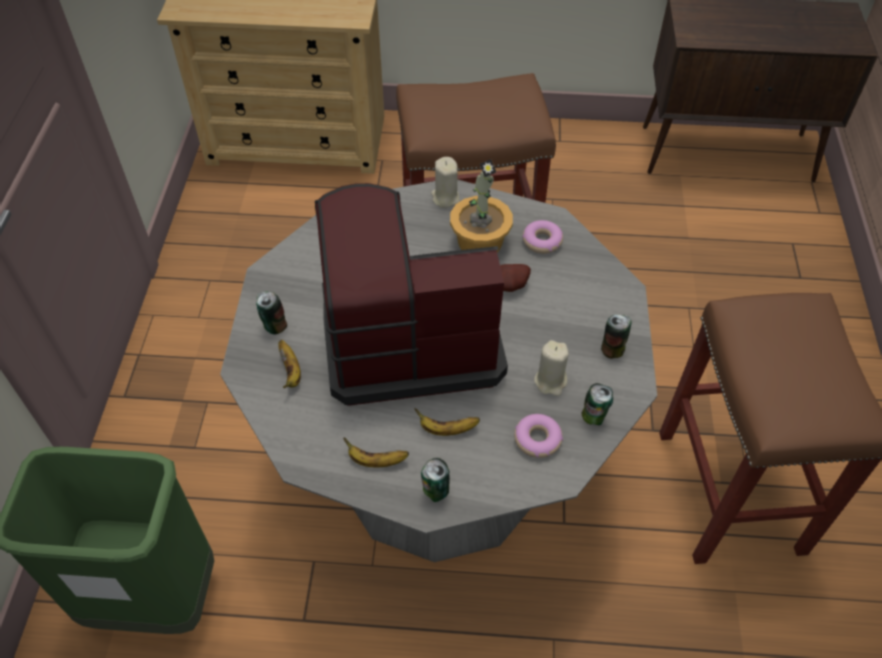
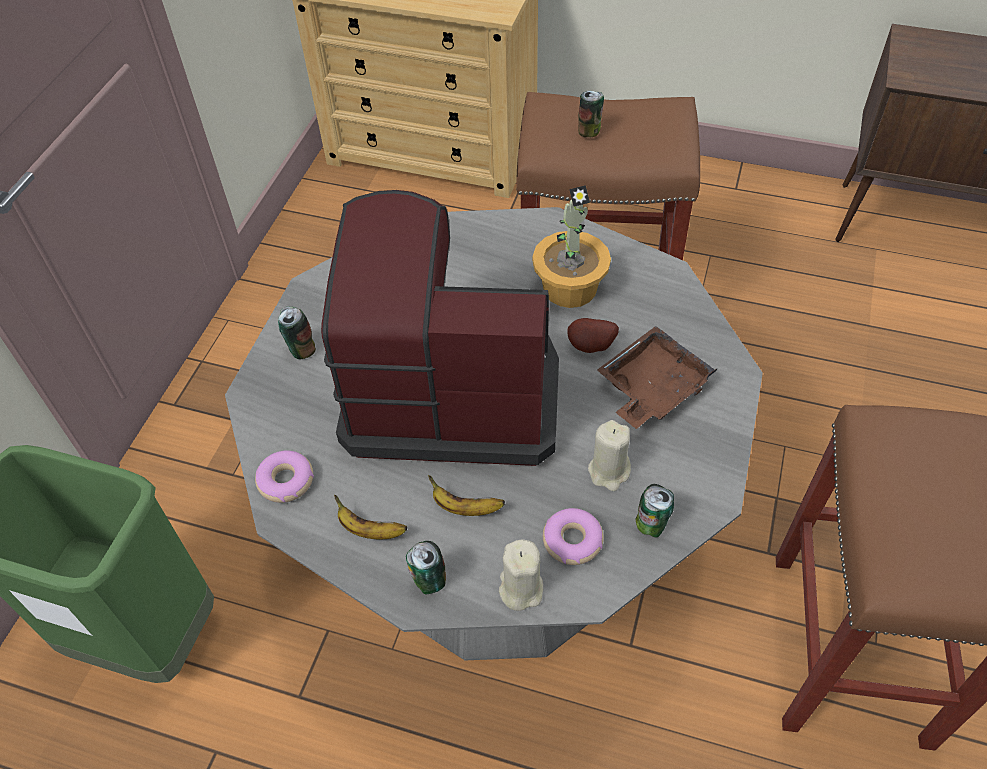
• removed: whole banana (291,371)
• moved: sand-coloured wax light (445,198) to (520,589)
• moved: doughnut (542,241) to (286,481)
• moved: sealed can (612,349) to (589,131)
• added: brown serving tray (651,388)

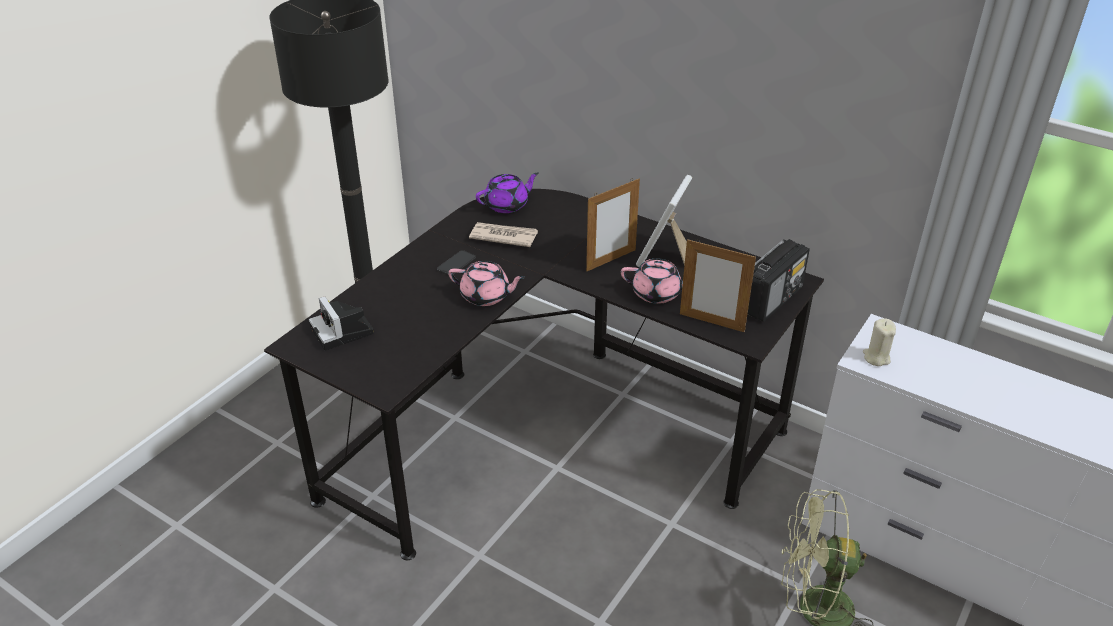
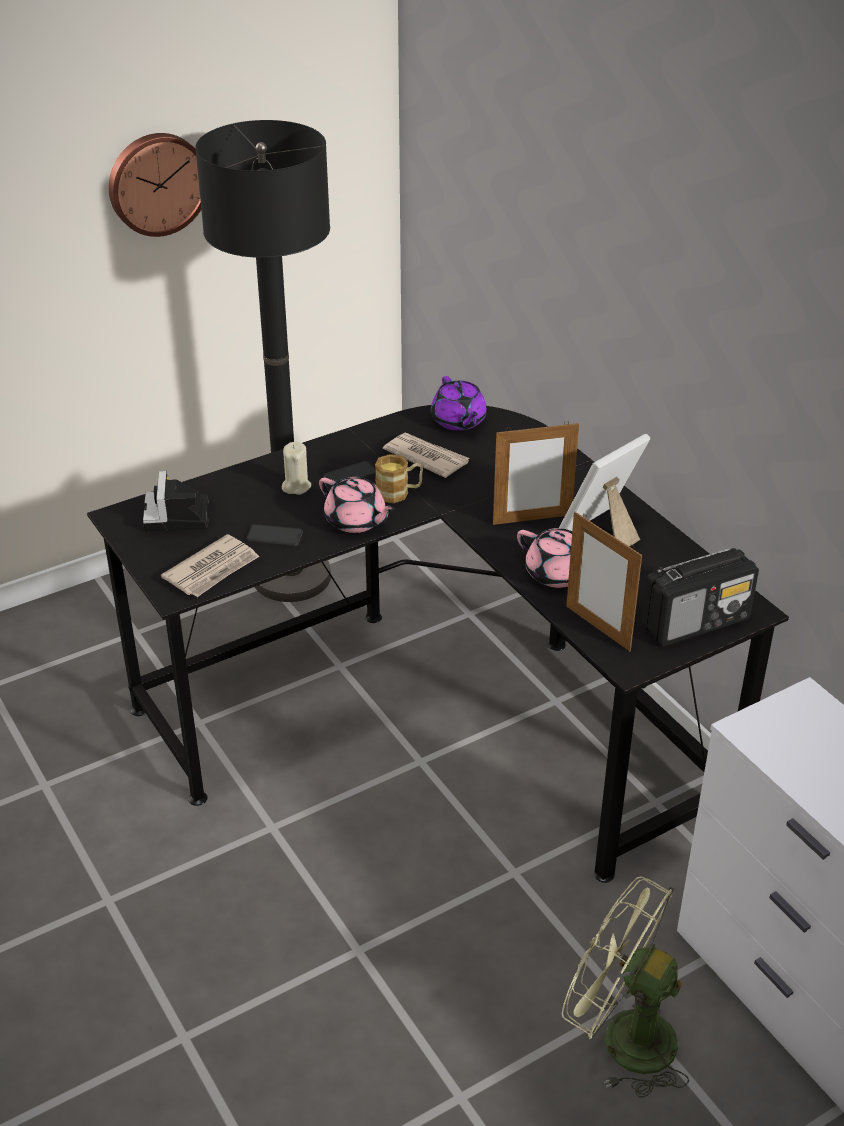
• turned: purple-coloured tea pot (507,205) = (458,421) 75 degrees clockwise
• moved: sand-coloured wax light (876,357) to (296,486)
• added: hanging clock (156,183)
• added: newspaper (212,570)
• added: telephone (274,536)
• added: tea mug (399,493)

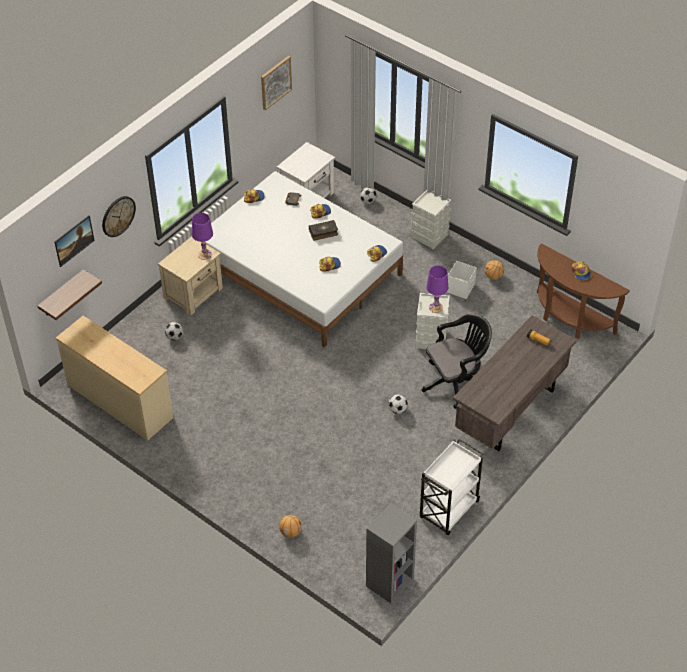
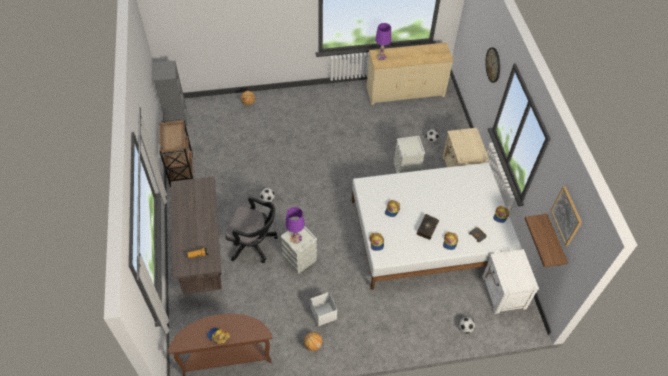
• moved: bracket shelf (62,294) to (554,242)
• removed: picture (75,247)
• moved: purple-coloured lamp for a table (205,254) to (381,56)
• moved: grey storage box (430,236) to (406,170)
• recoloured: white-coloured wheeled cart (448,510) to brown wheeled cart (181,170)
• turned: black computer chair (456,381) = (254,244) 90 degrees counterclockwise

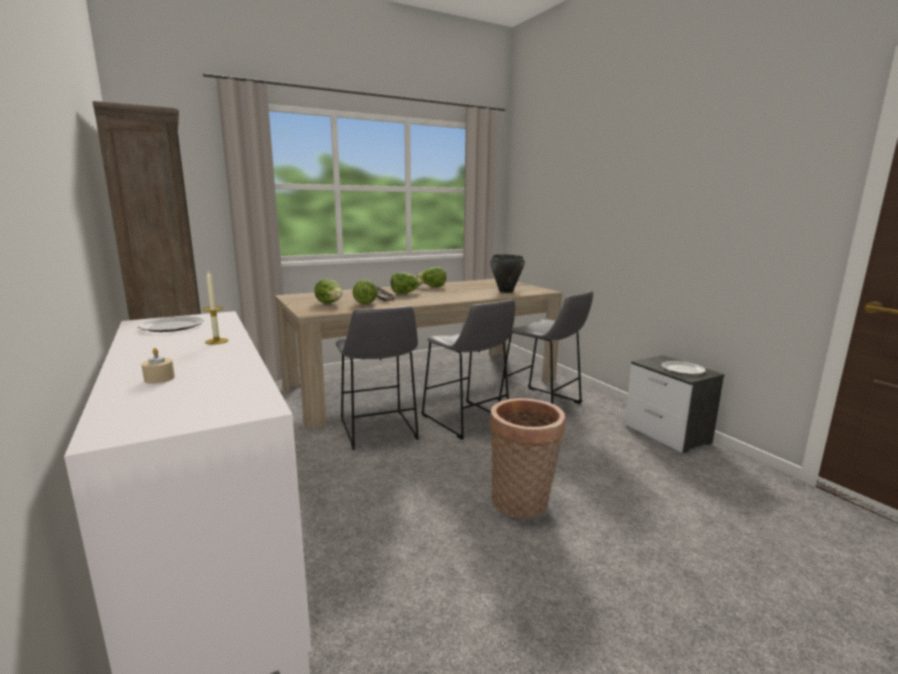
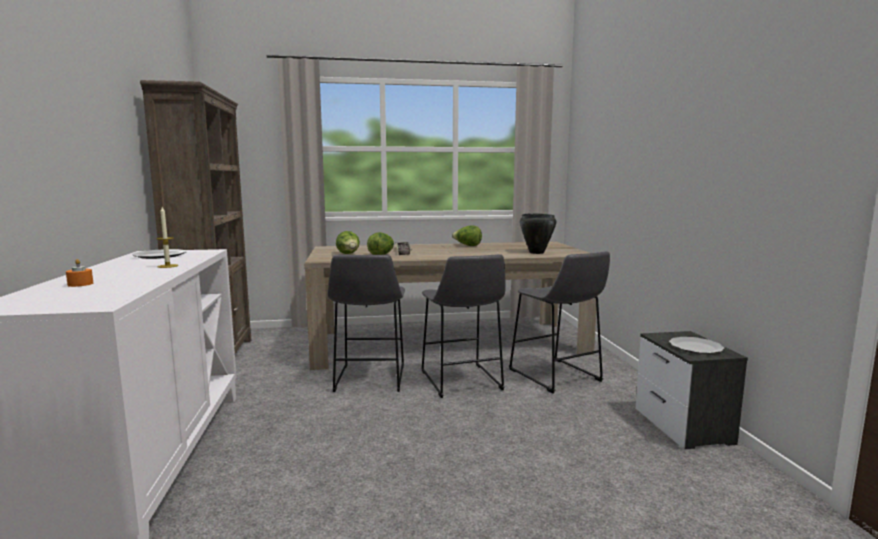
• recoloured: sand-coloured wax light (159,378) to orangey wax light (80,284)
• removed: lettuce head (405,293)
• removed: storage basket (522,504)

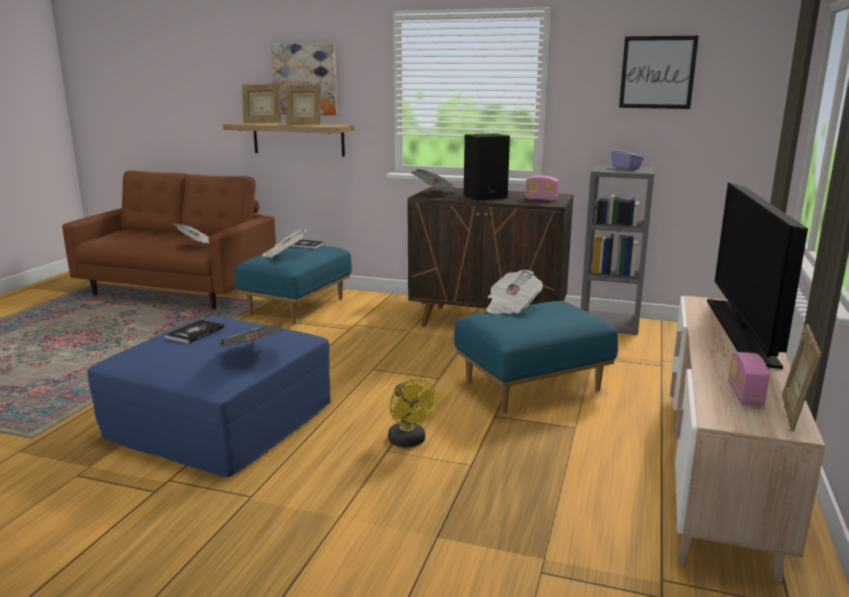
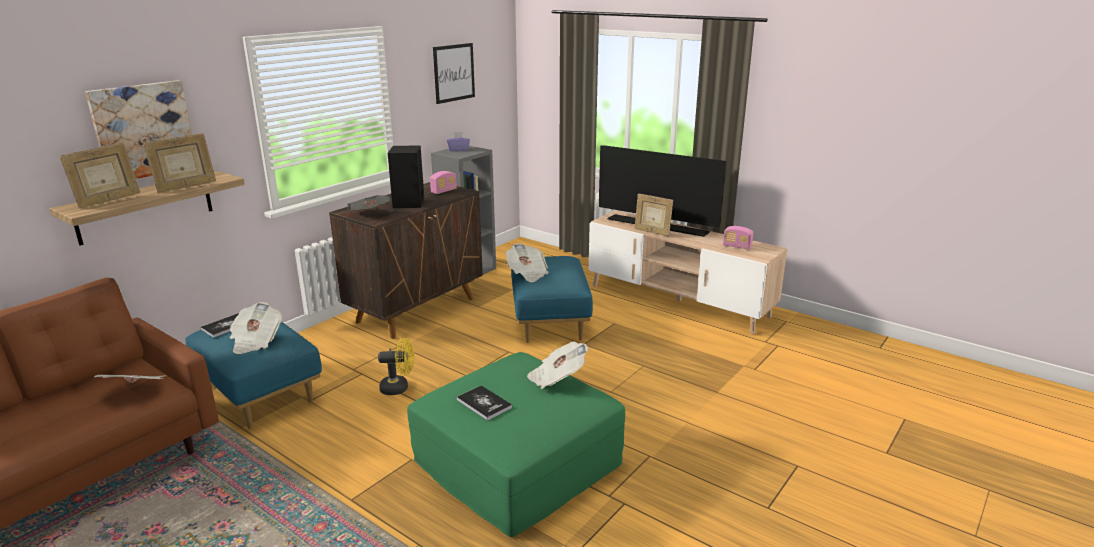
• recoloured: blue-coloured pouffe (221,420) to green pouffe (516,463)
• moved: yellow-coloured electric fan (409,442) to (399,388)
• moved: standing frame (792,414) to (652,232)

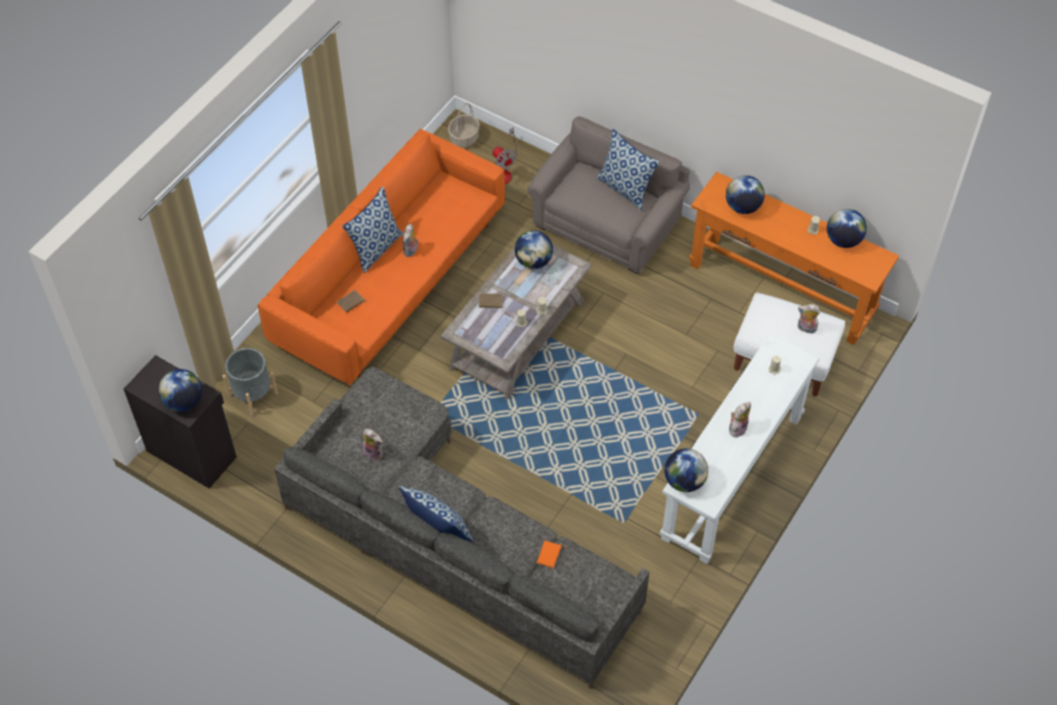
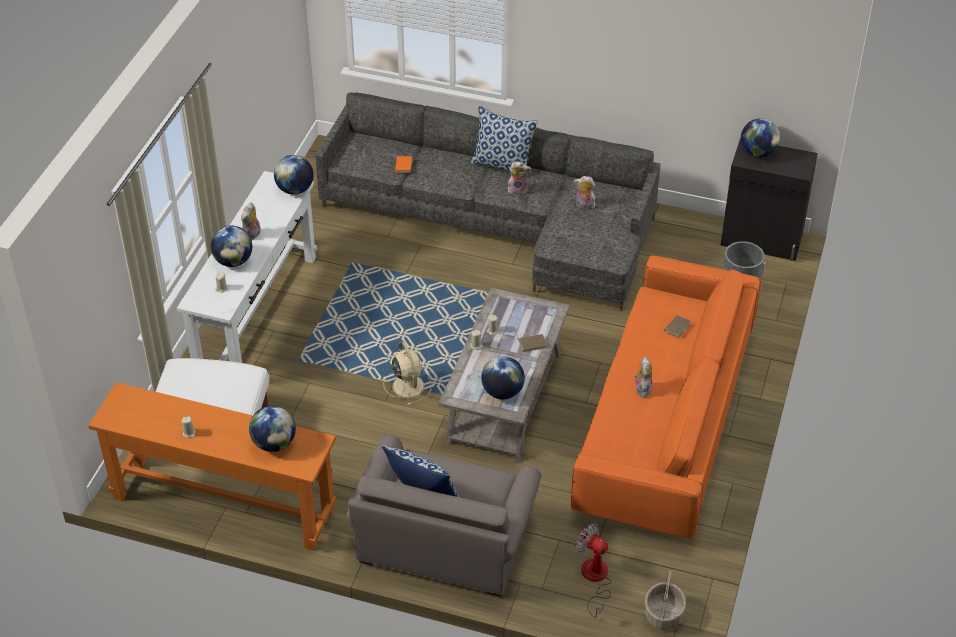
• removed: throw pillow (376,248)
• moved: plush toy (806,329) to (518,190)
• moved: world globe (843,240) to (233,261)
• added: sand-coloured electric fan (407,385)

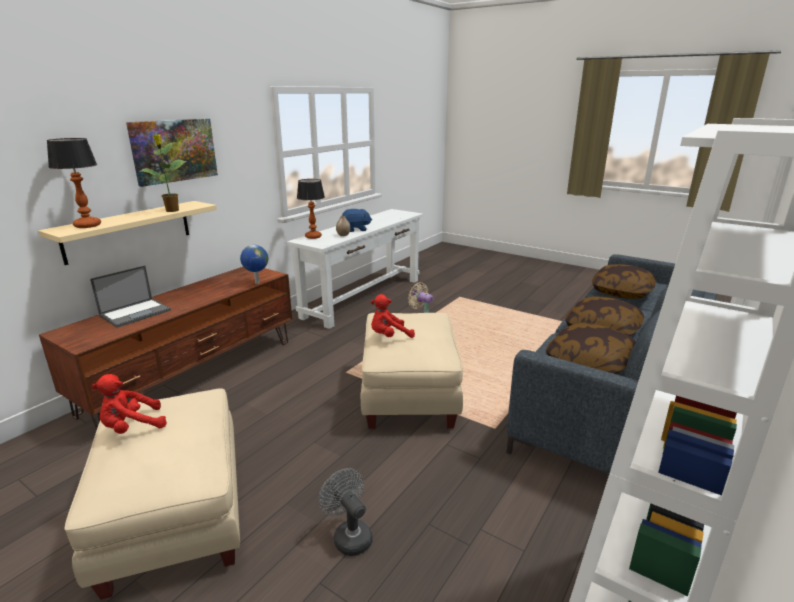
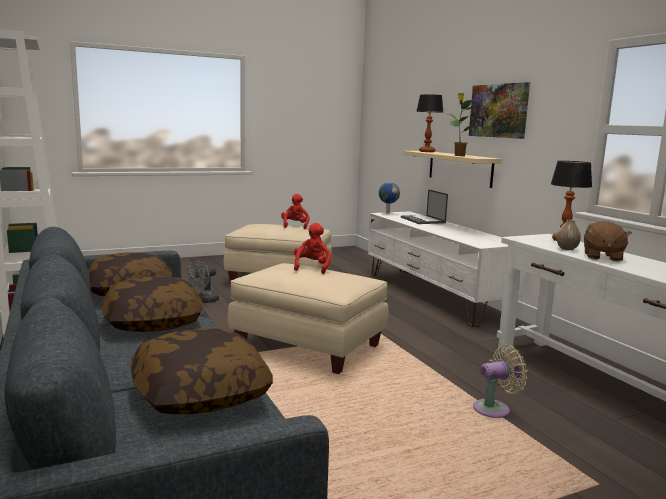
• recoloured: brown media console (195,374) to white-coloured media console (434,295)
• moved: world globe (256,283) to (387,213)
• turned: grey electric fan (349,536) = (204,301) 135 degrees clockwise
• recoloured: blue-coloured plush toy (356,229) to brown plush toy (602,257)

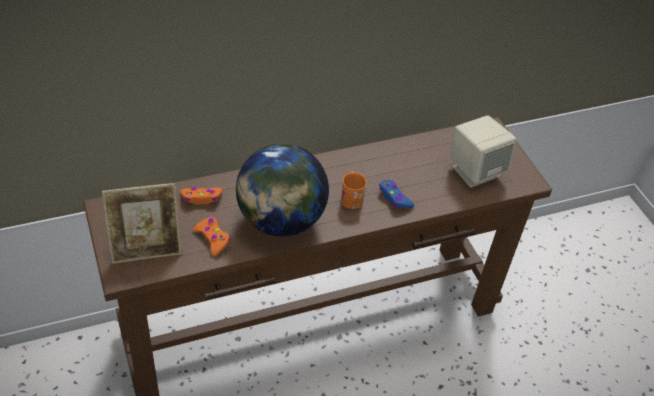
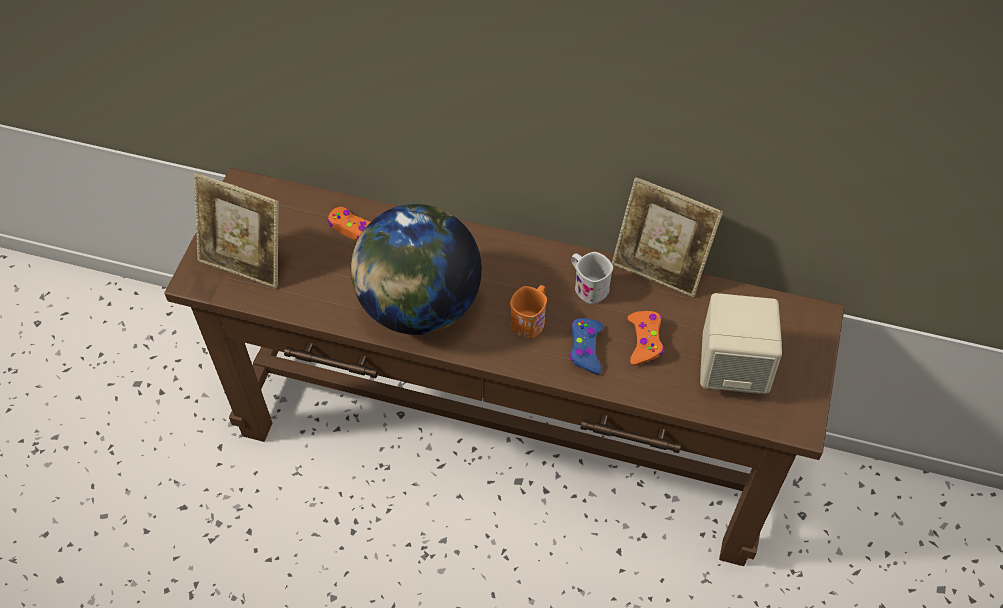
• moved: orangey gamepad (212,239) to (644,341)
• added: white-coloured tea mug (587,286)
• added: standing frame (659,268)

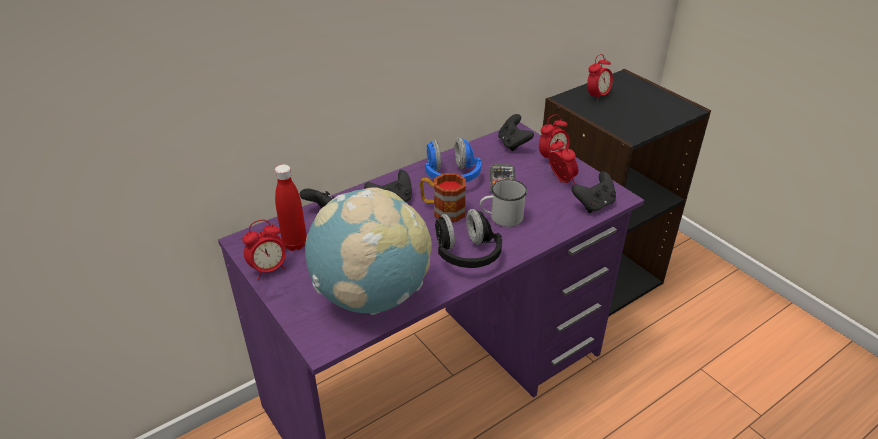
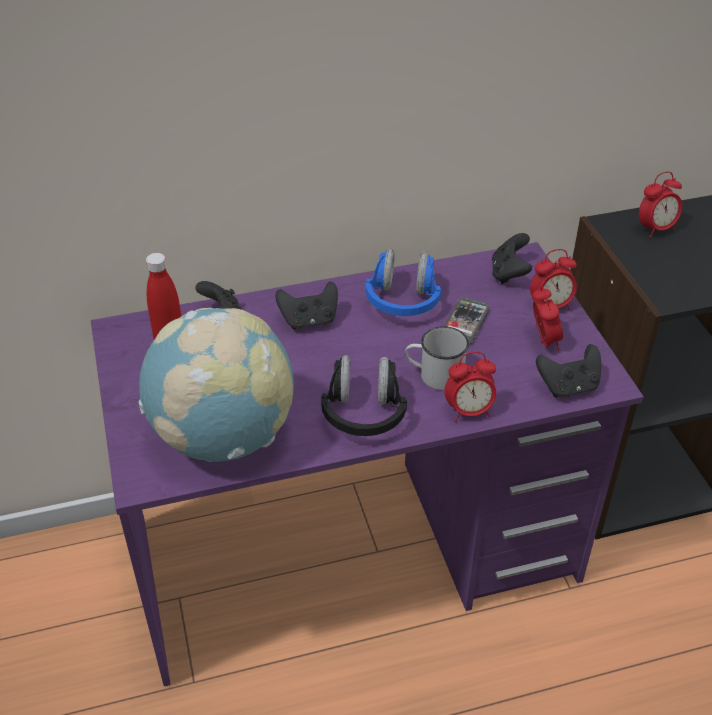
• moved: alarm clock (269,269) to (469,411)
• removed: tea mug (442,210)

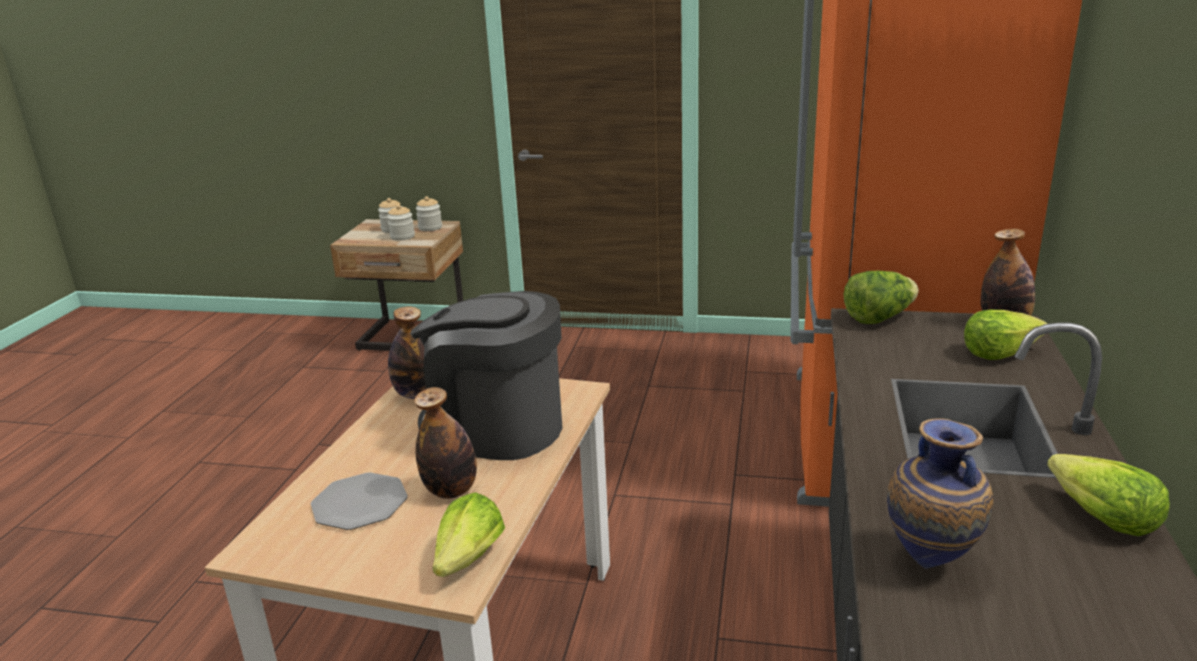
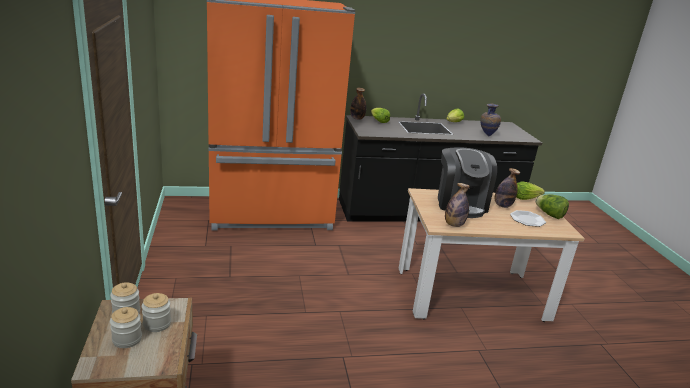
• moved: lettuce head (878,318) to (549,215)

